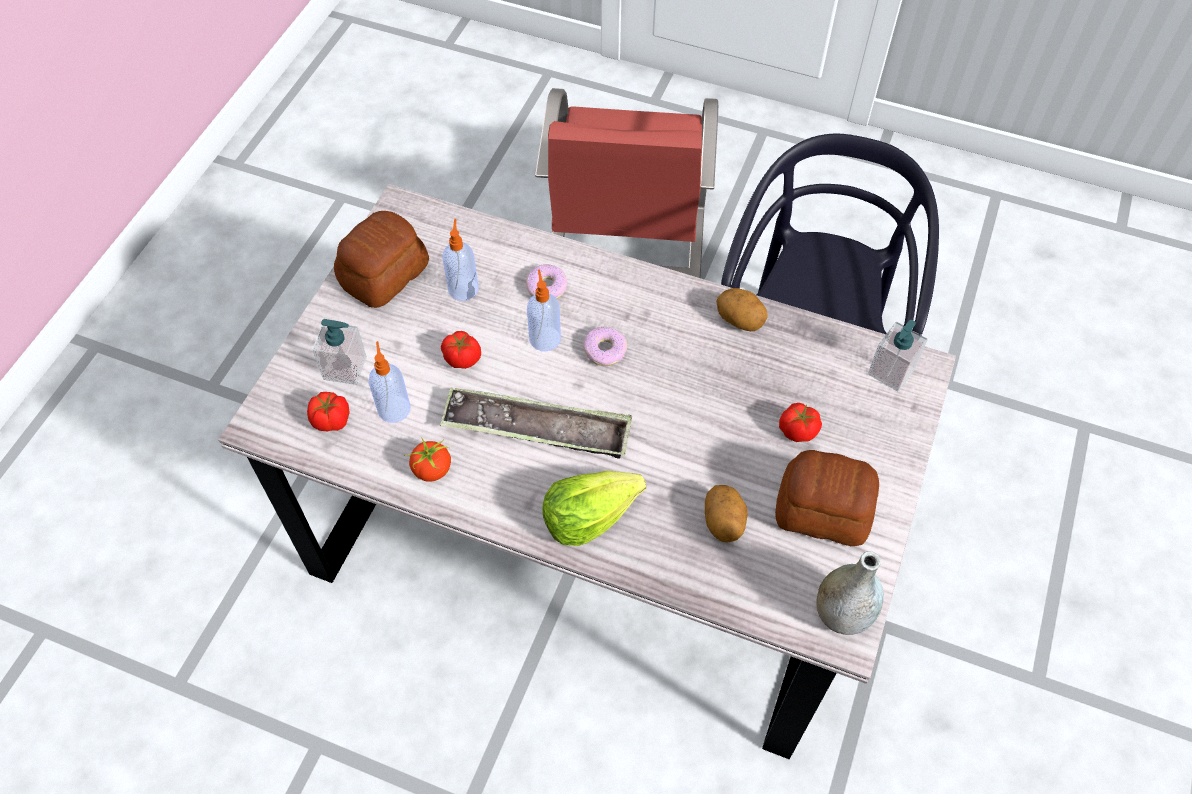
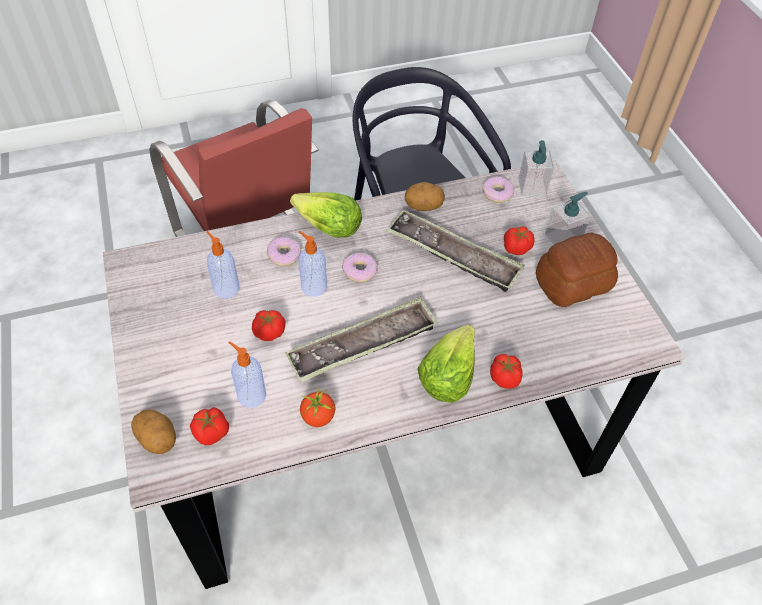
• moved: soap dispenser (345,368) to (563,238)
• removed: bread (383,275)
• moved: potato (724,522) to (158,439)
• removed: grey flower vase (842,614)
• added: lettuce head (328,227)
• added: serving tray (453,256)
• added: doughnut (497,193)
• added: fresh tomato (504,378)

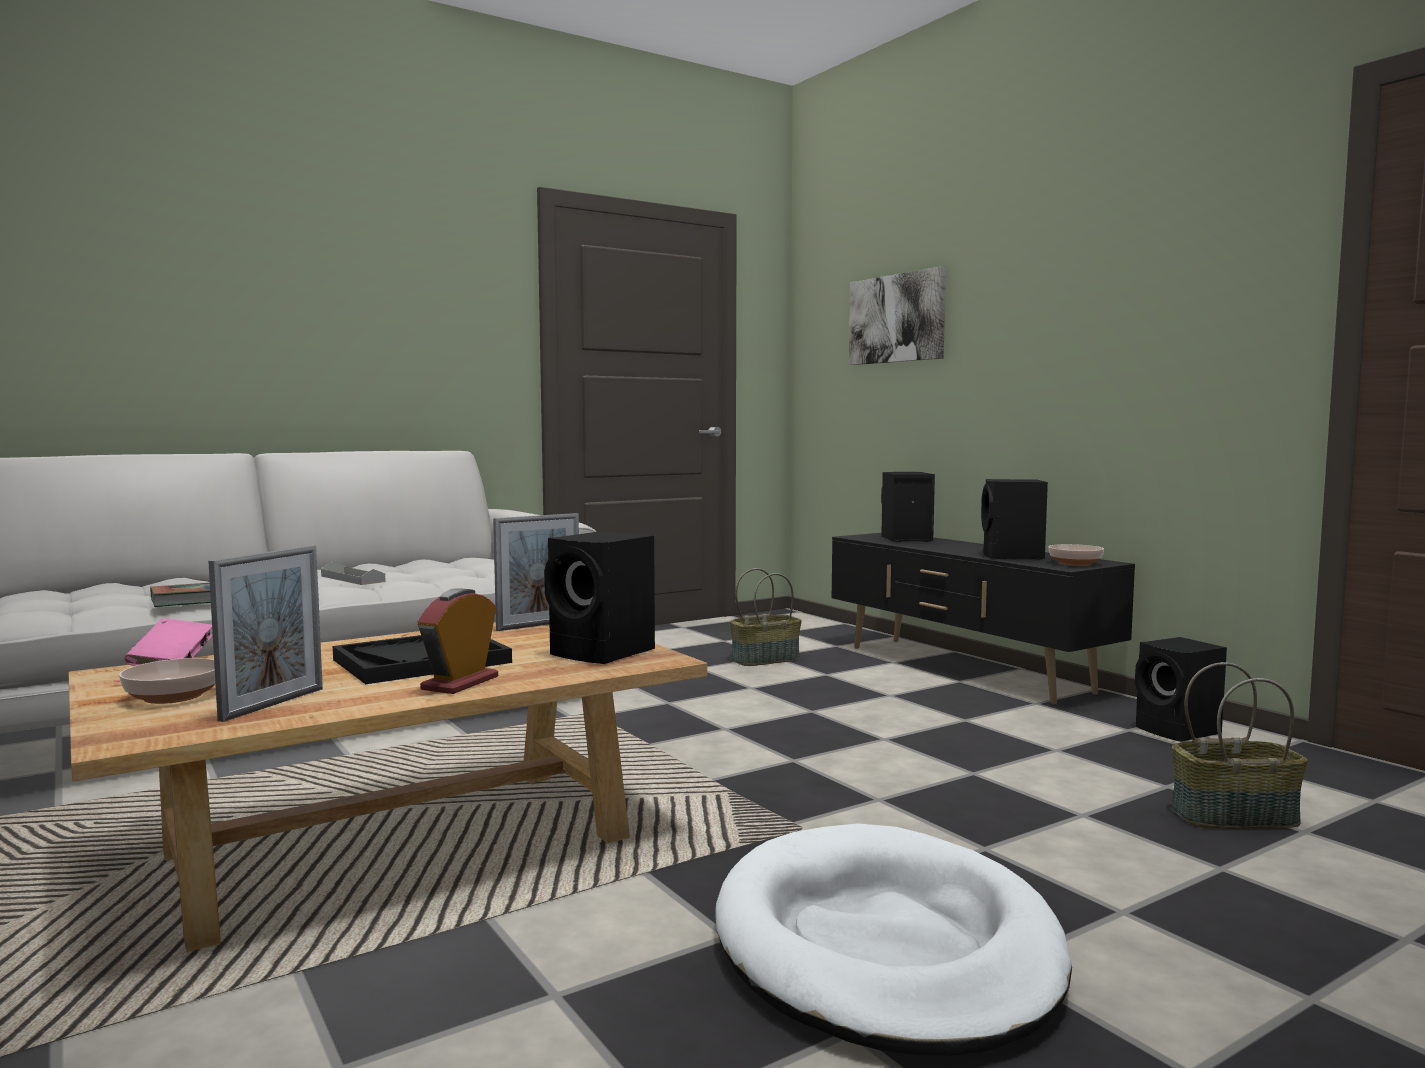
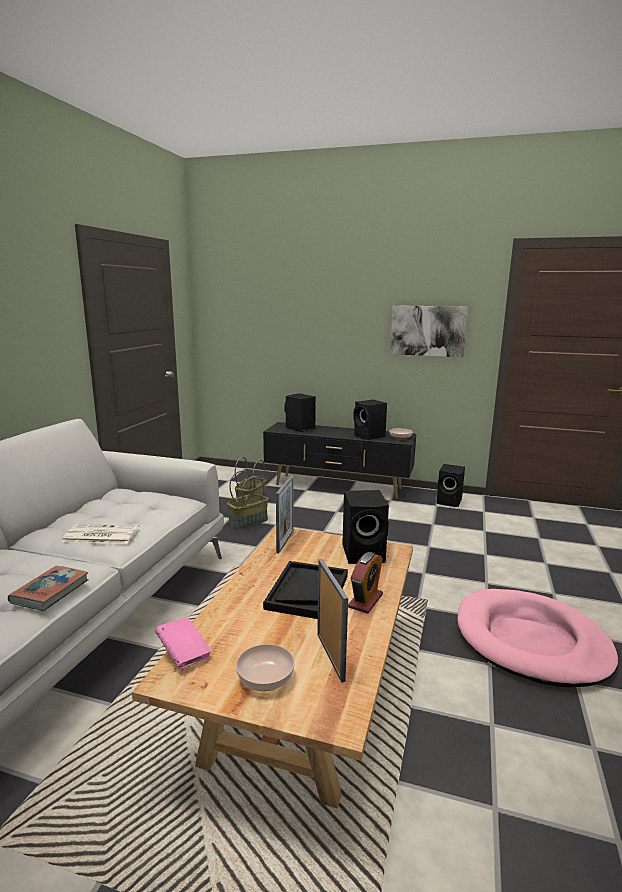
• replaced: grey serving tray (352,579) to newspaper (100,535)
• turned: alarm clock (460,683) = (365,601) 135 degrees counterclockwise
• recoloured: white-coloured pet bed (885,946) to pink pet bed (531,641)
• moved: picture (897,318) to (428,330)
• moved: storage basket (1234,816) to (248,521)

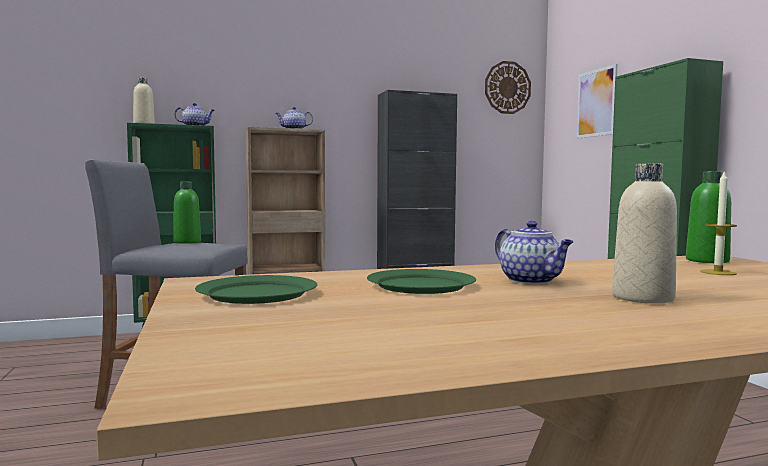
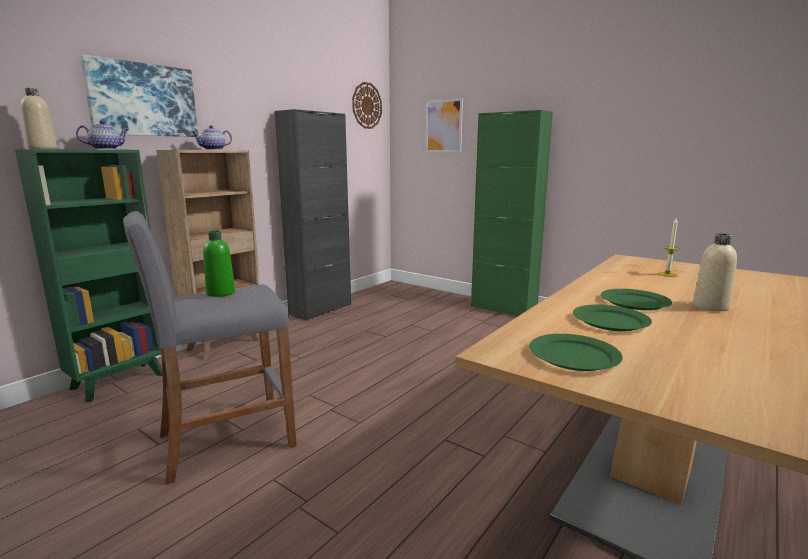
• replaced: tea pot (532,281) to green dinner plate (635,302)
• removed: green drink bottle (707,261)
• added: picture (143,100)

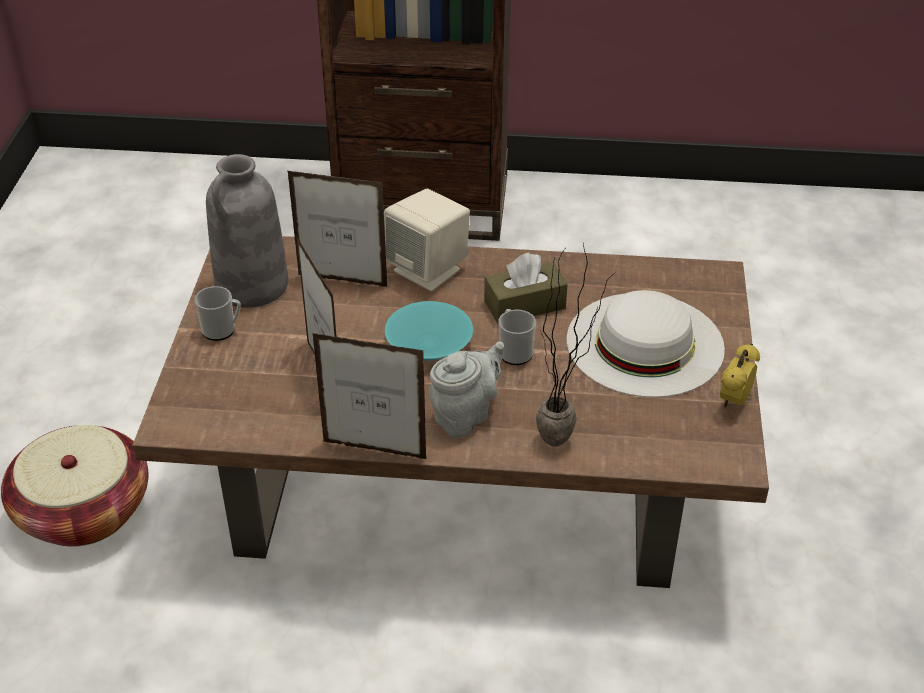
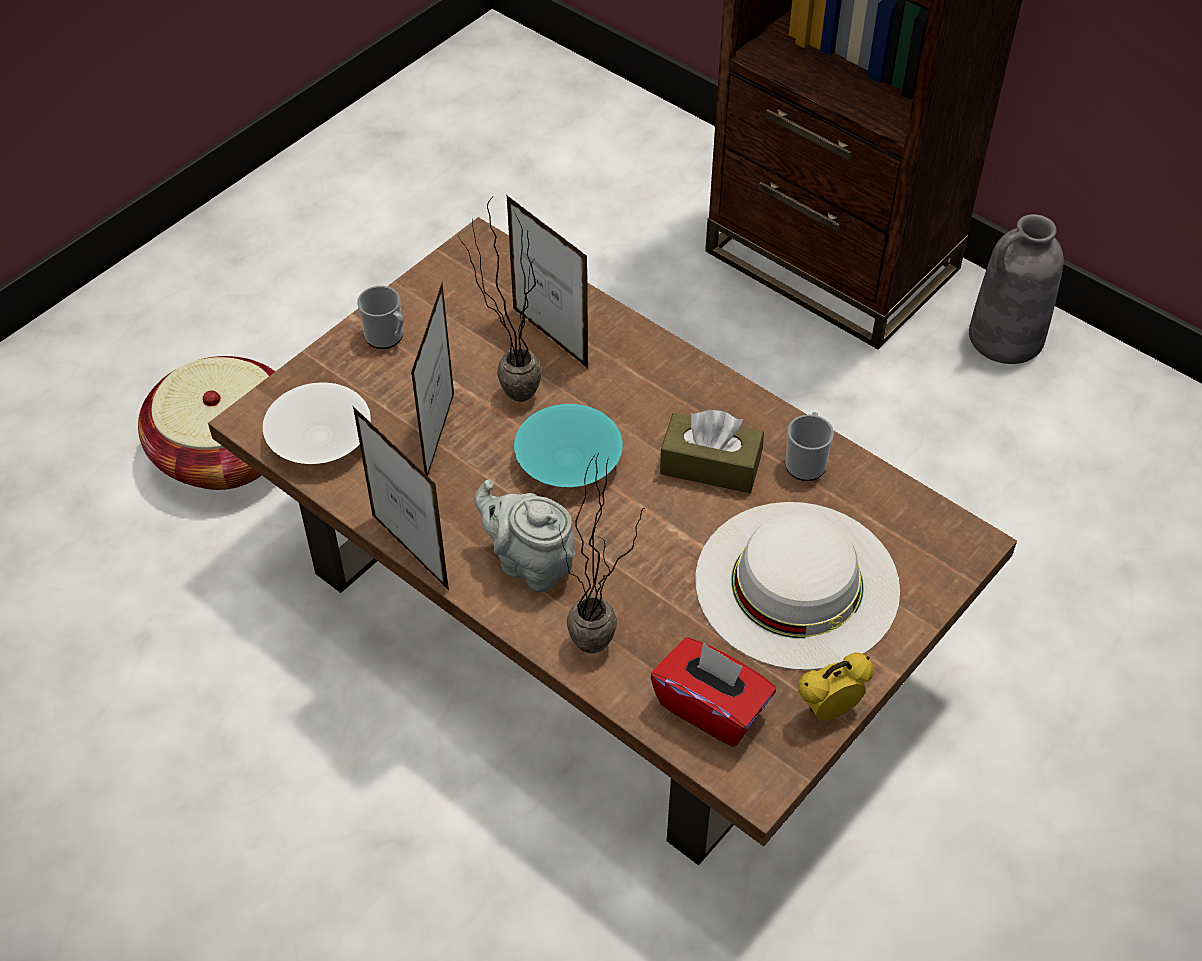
• moved: grey flower vase (252,286) to (1005,338)
• removed: sand-coloured speaker (428,270)
• turned: grey tea pot (465,415) = (530,563) 135 degrees counterclockwise
• moved: tea mug (514,351) to (806,461)
• added: white-coloured serving bowl (319,439)
• added: plant in a pot (507,394)
• added: red-coloured box of tissues (711,707)

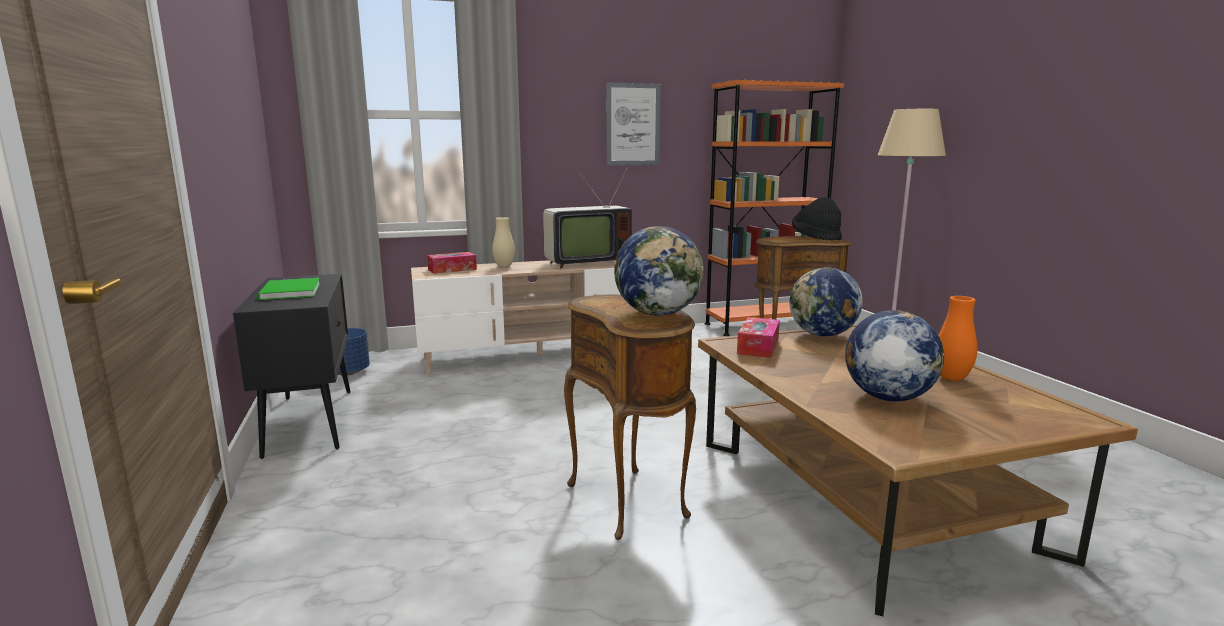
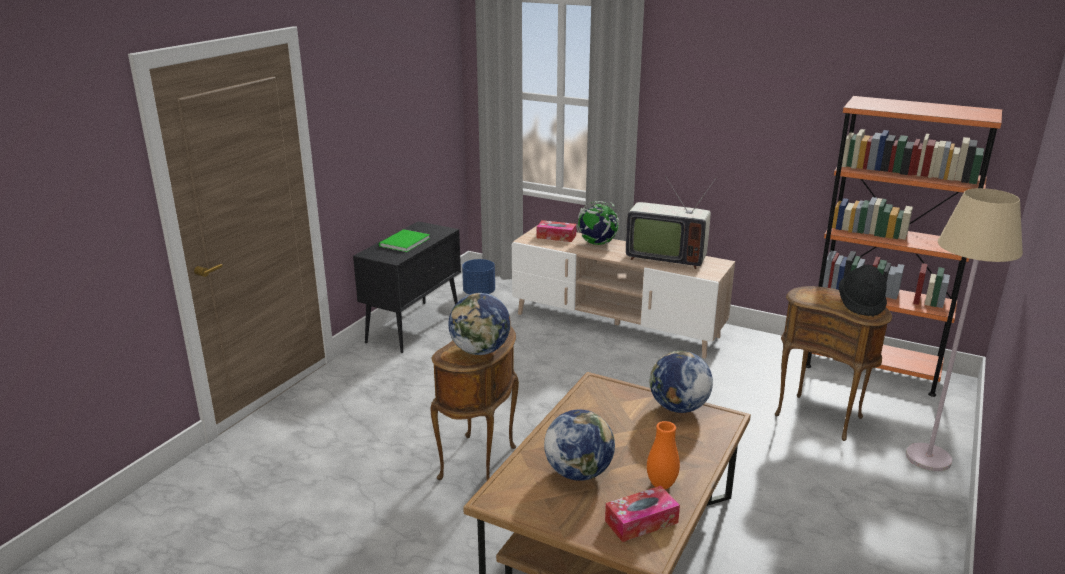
• replaced: sand-coloured flower vase (504,266) to world globe (597,243)
• removed: picture (633,124)
• moved: box of tissues (758,346) to (641,521)

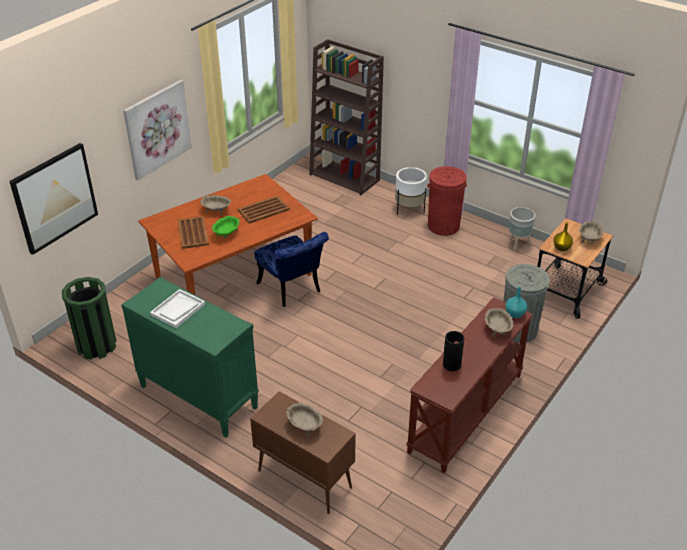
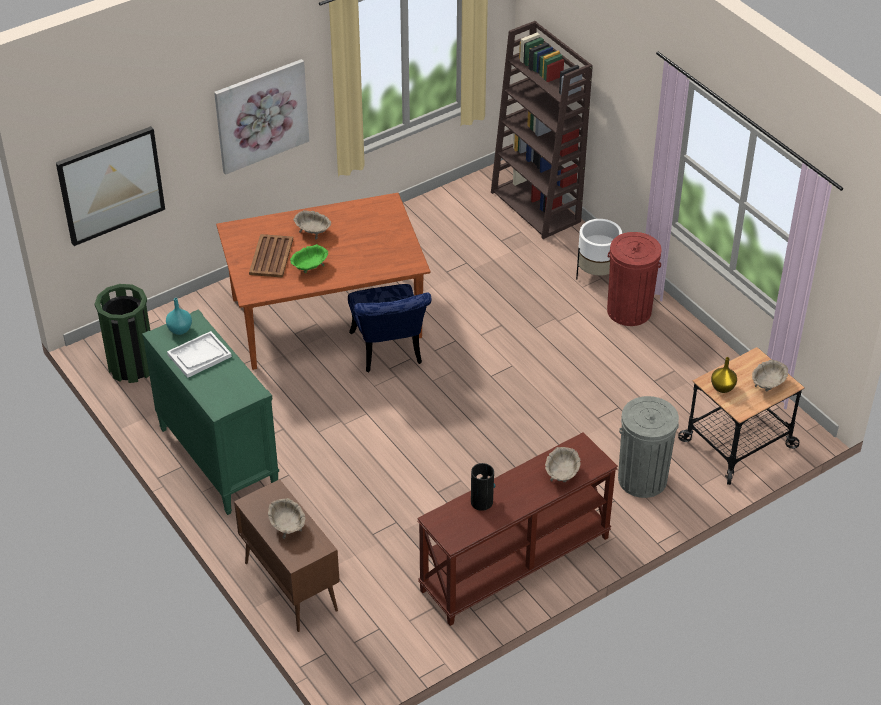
• removed: brown serving tray (264,210)
• moved: turquoise-coloured flower vase (514,314) to (179,330)
• removed: grey planter (518,244)

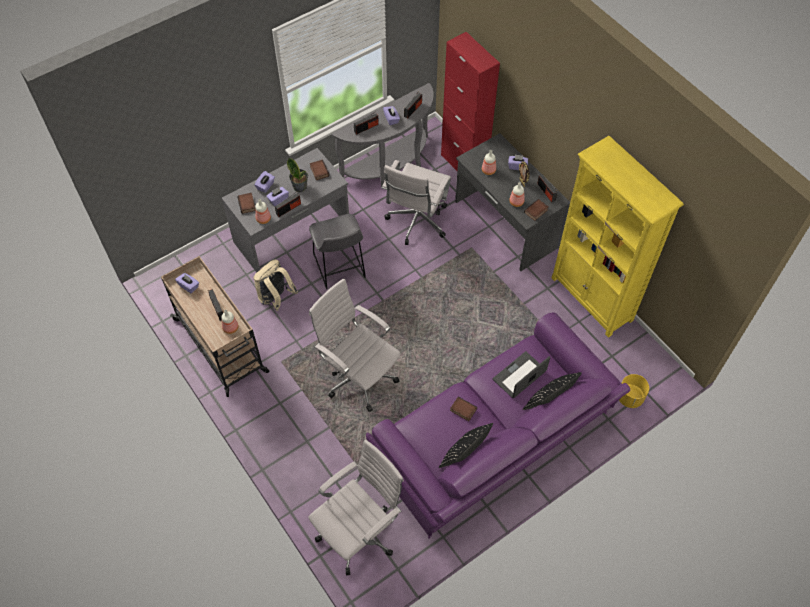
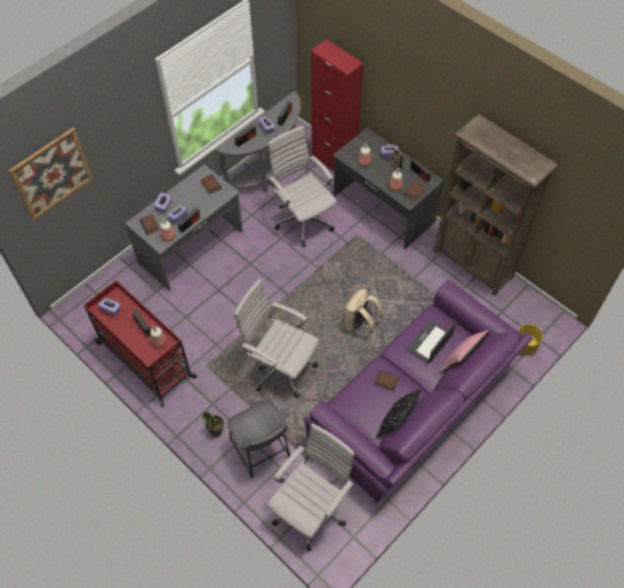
• recoloured: sand-coloured wheeled cart (221,346) to red-coloured wheeled cart (147,361)
• moved: sand-coloured backpack (276,298) to (360,325)
• moved: plant in a pot (300,186) to (216,430)
• moved: grey stool (339,268) to (261,451)
• turned: white-coloured computer chair (416,223) = (303,220) 135 degrees clockwise
• recoloured: black throw pillow (548,401) to pink throw pillow (460,361)
• recoloured: yellow-coloured bookcase (592,299) to brown bookcase (473,264)
• added: picture (52,174)

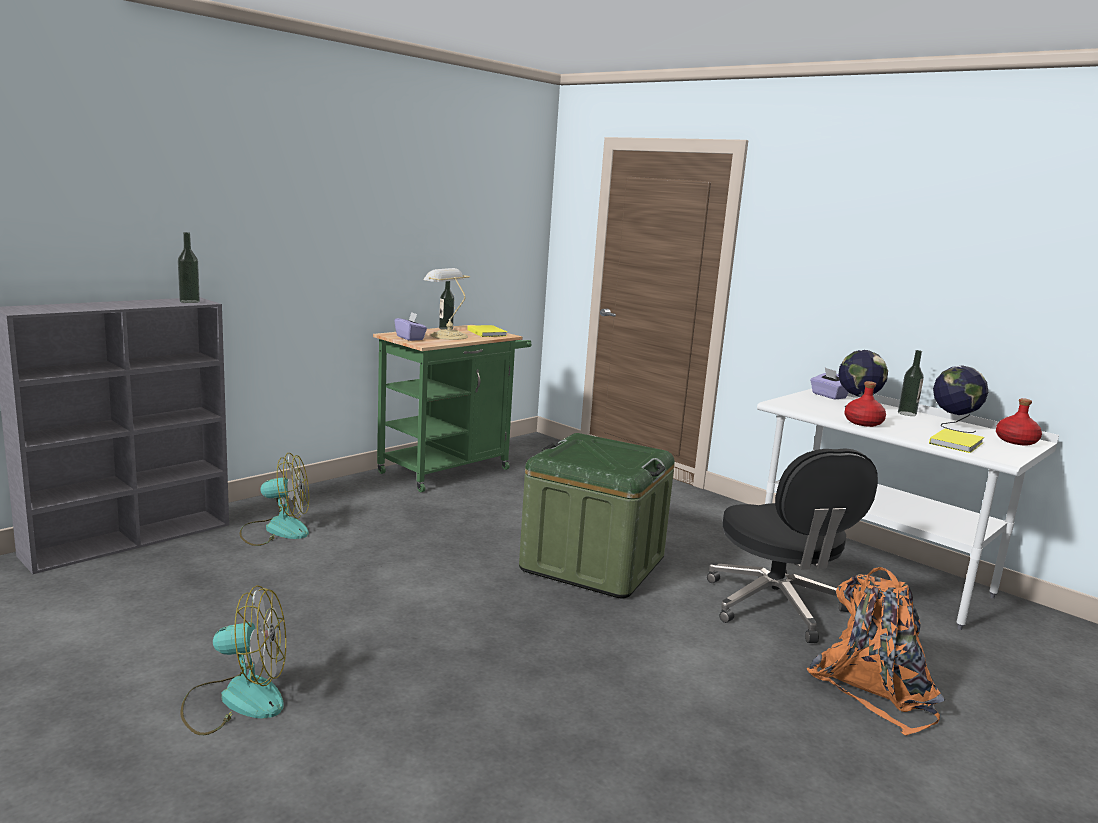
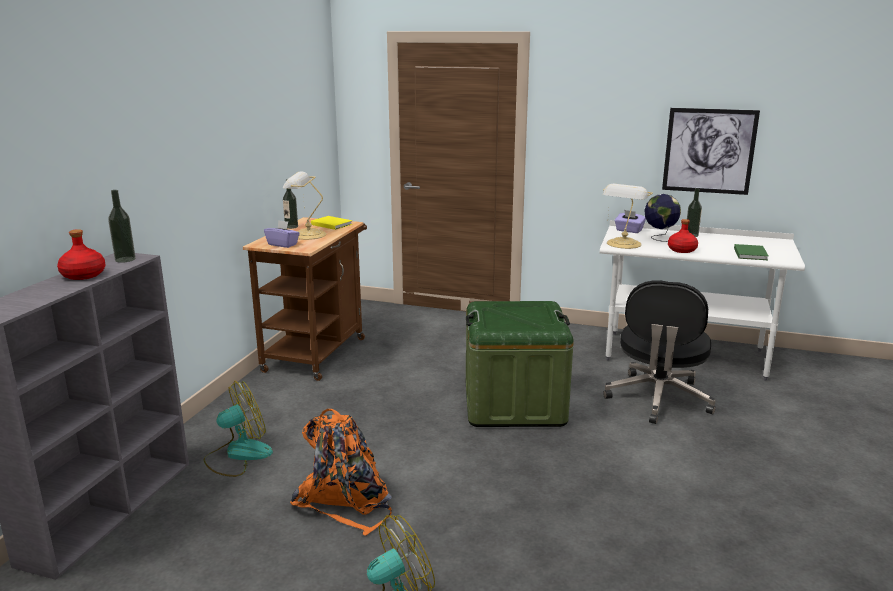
• recoloured: green wheeled cart (451,469) to brown wheeled cart (317,351)
• turned: black computer chair (776,607) = (658,399) 60 degrees clockwise
• moved: orangey backpack (876,689) to (346,501)
• recoloured: yellow-coloured book (957,443) to green book (751,254)
• removed: world globe (952,427)
• moved: red-coloured drink bottle (1016,441) to (84,275)
• added: lamp for a table (623,244)
• added: picture (709,151)

